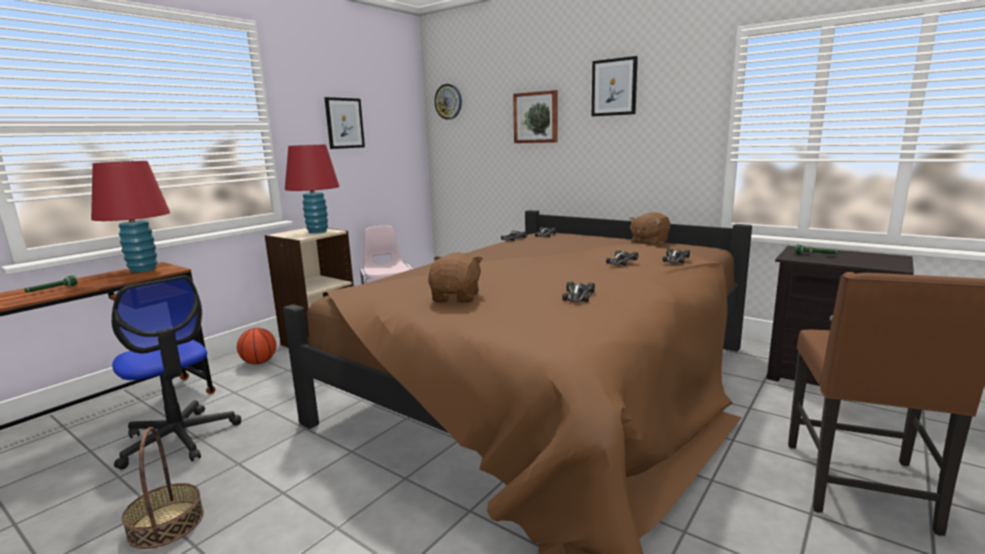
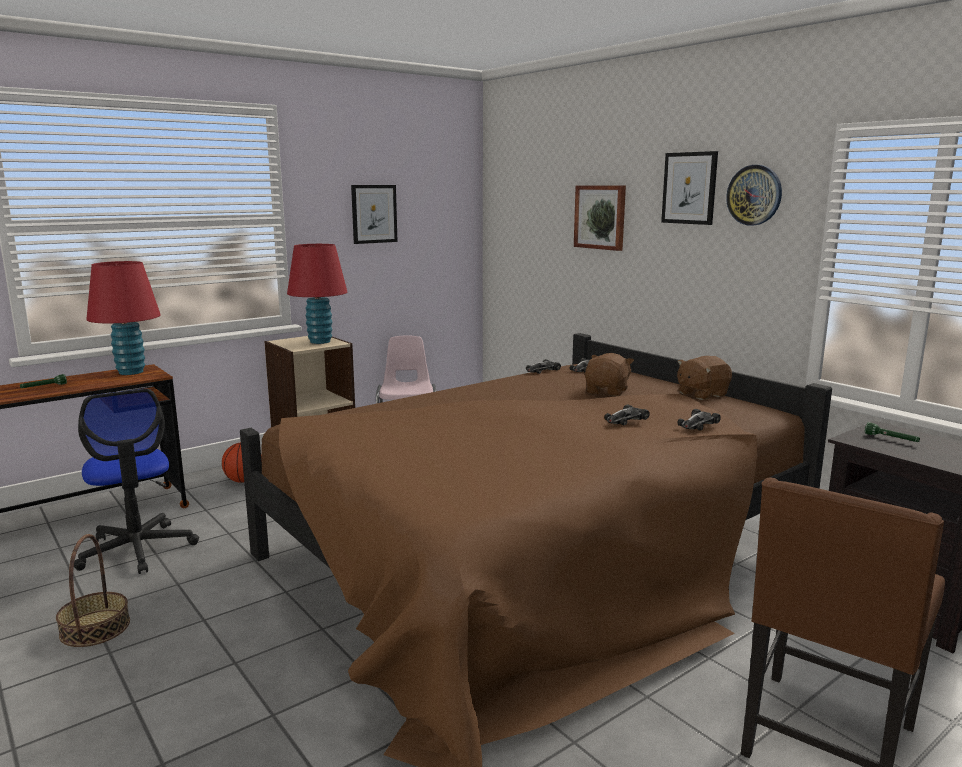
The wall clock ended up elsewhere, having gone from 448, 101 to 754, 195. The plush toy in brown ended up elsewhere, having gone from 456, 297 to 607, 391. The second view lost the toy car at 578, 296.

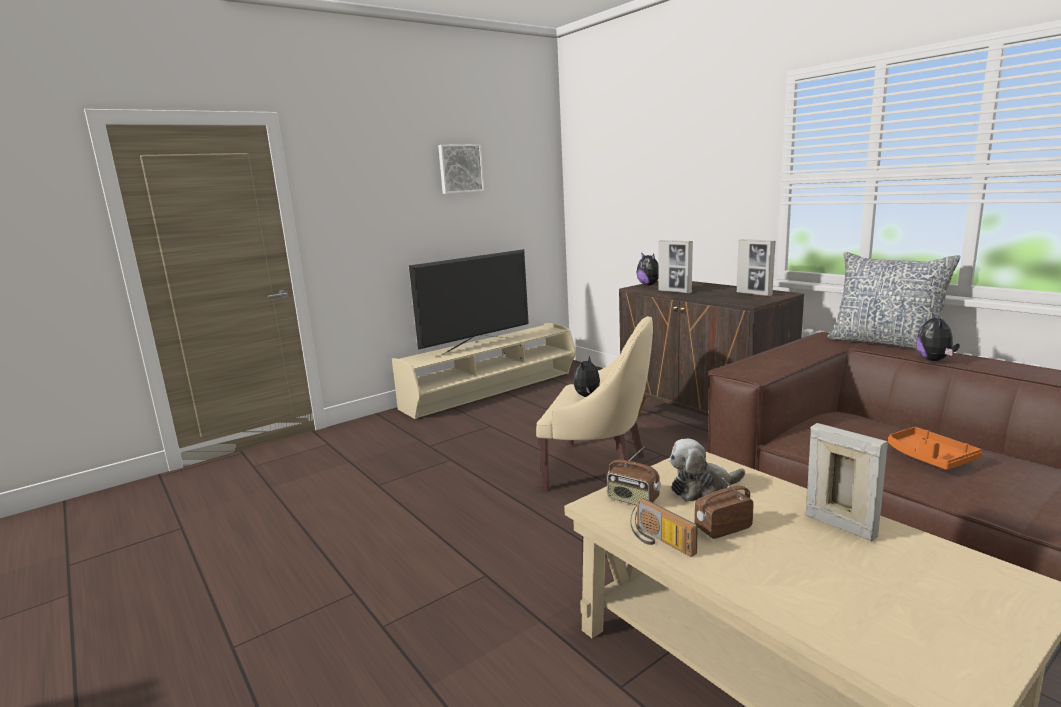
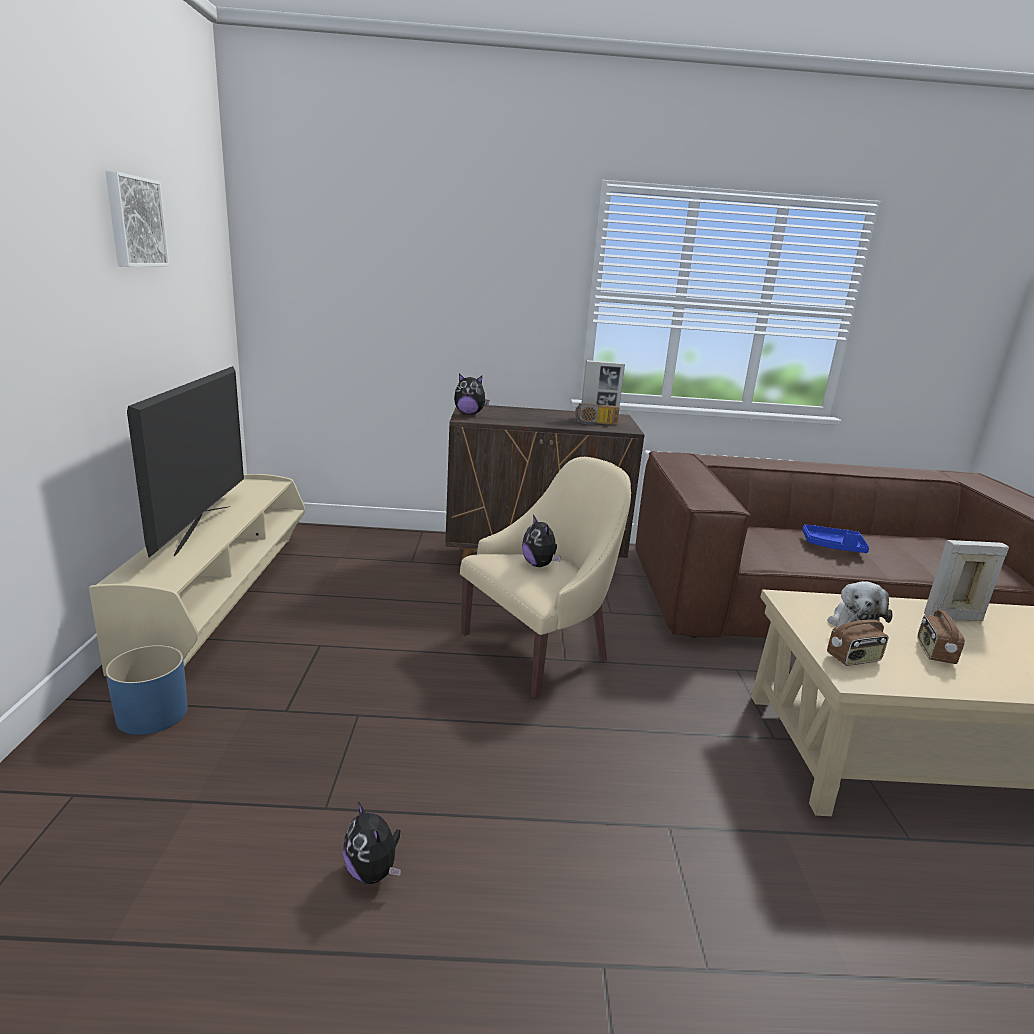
The second view lost the picture frame at 675, 291. The second view lost the pillow at 886, 342. The plush toy ended up elsewhere, having gone from 934, 360 to 373, 871. What was the tray in orange at 929, 457 turned into the tray in blue at 833, 546. The radio ended up elsewhere, having gone from 659, 542 to 596, 423. The second view gained the planter in blue at 152, 714.

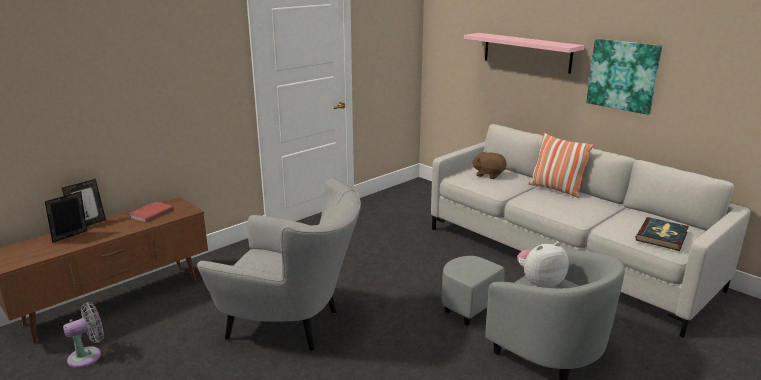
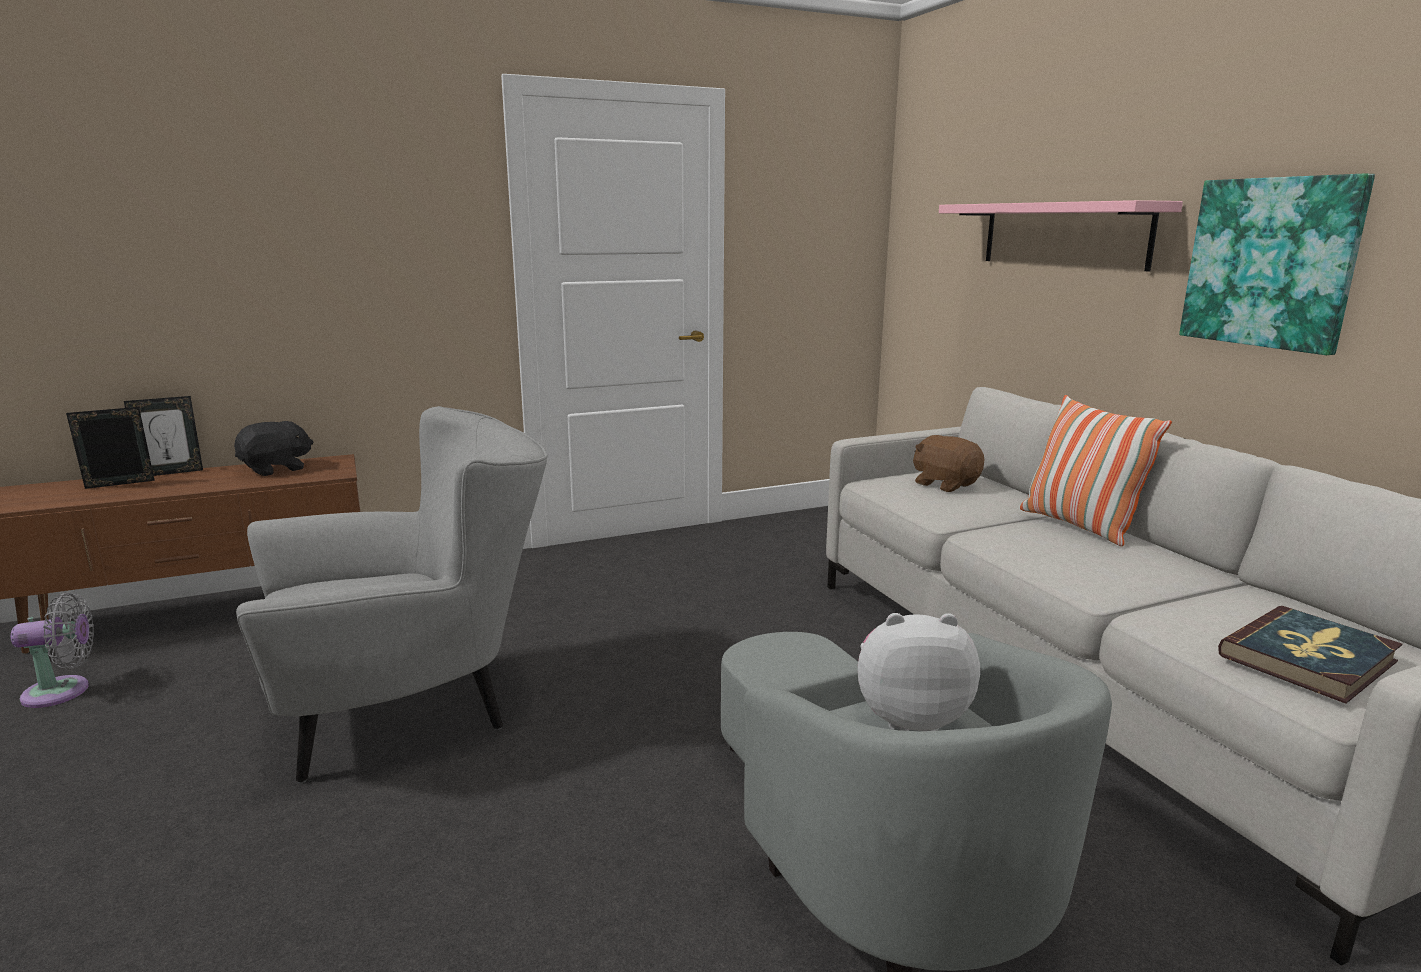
The armchair in grey at 292, 325 ended up facing another way, 60 degrees counterclockwise from before. Where the book in red stood at 150, 213, the plush toy in black came to stand at 276, 469.

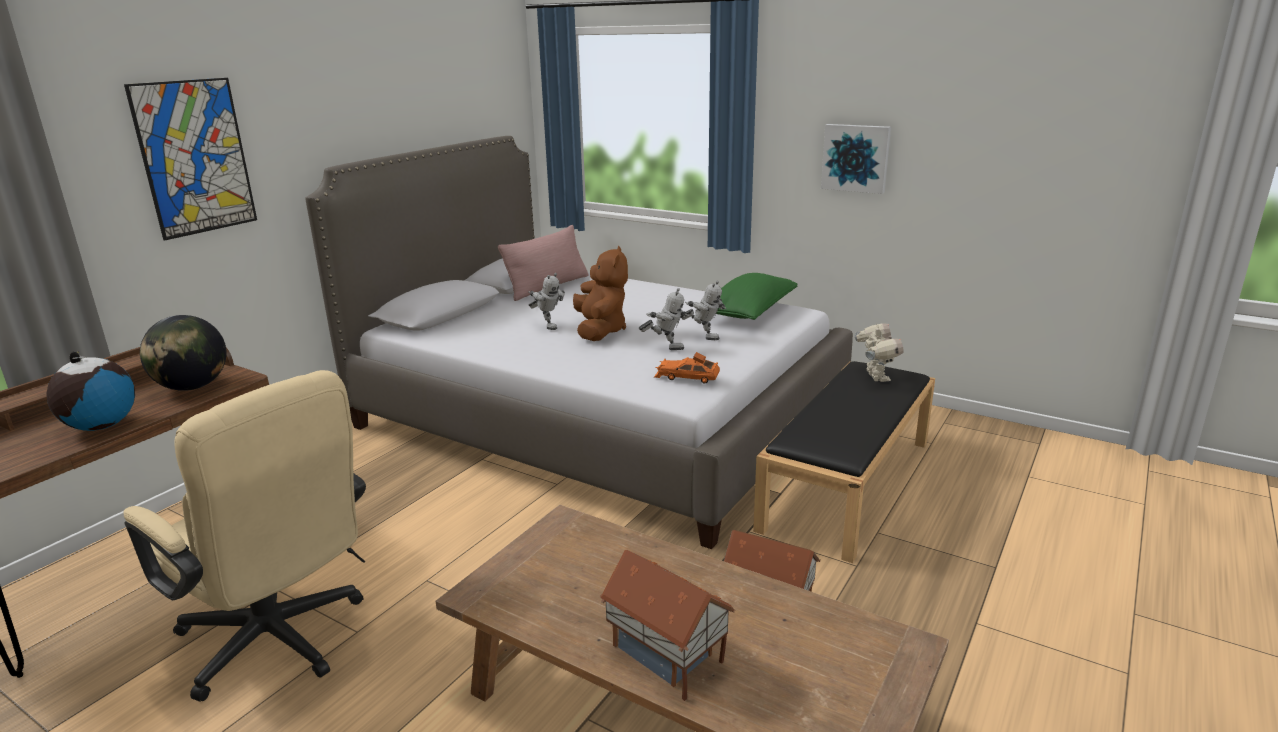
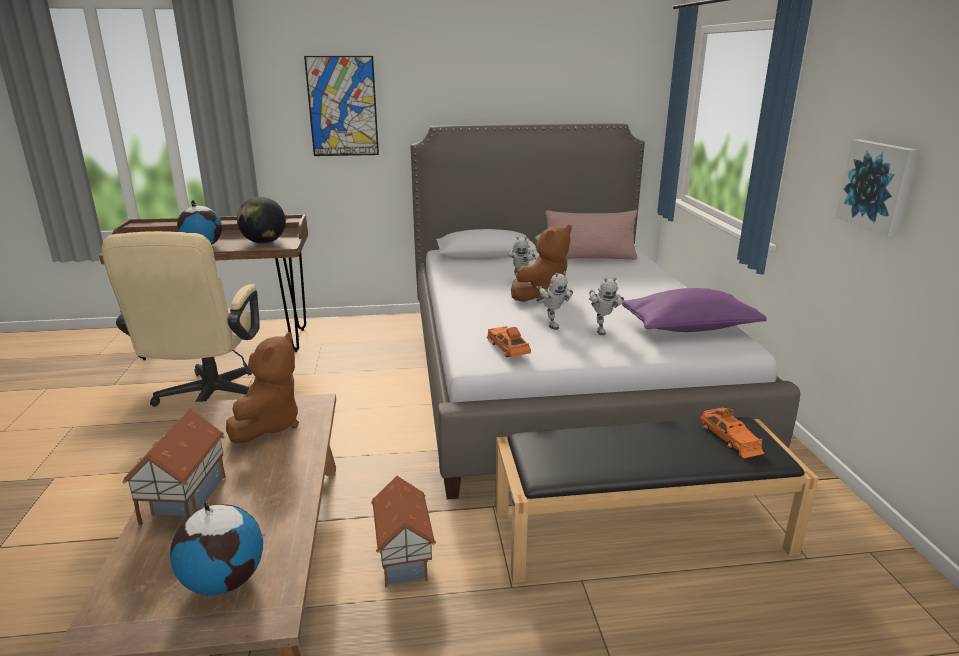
What was the pillow in green at 748, 312 turned into the pillow in purple at 689, 328. Where the toy robot stood at 875, 377, the toy car in orange came to stand at 730, 438. The second view gained the plush toy in brown at 269, 425. The second view gained the globe at 224, 581.

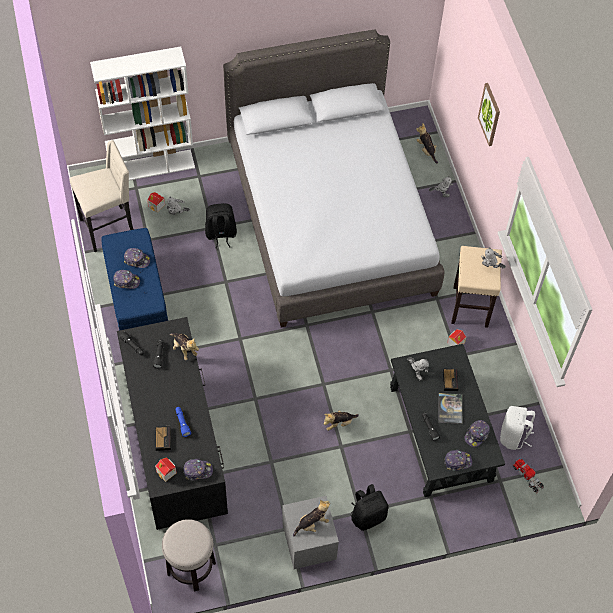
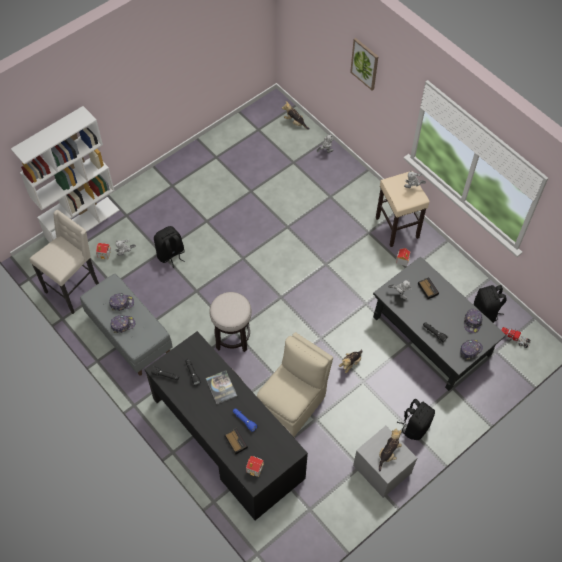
The second view lost the bed in grey at 330, 218. What was the bench in blue at 136, 296 turned into the bench in grey at 129, 335. The second view lost the plush toy at 184, 349. The book ended up elsewhere, having gone from 450, 408 to 221, 387. What was the backpack in white at 513, 436 turned into the backpack in black at 486, 312. The second view lost the cap at 197, 471. The stool ended up elsewhere, having gone from 191, 567 to 232, 337. The second view gained the chair in beige at 292, 404.

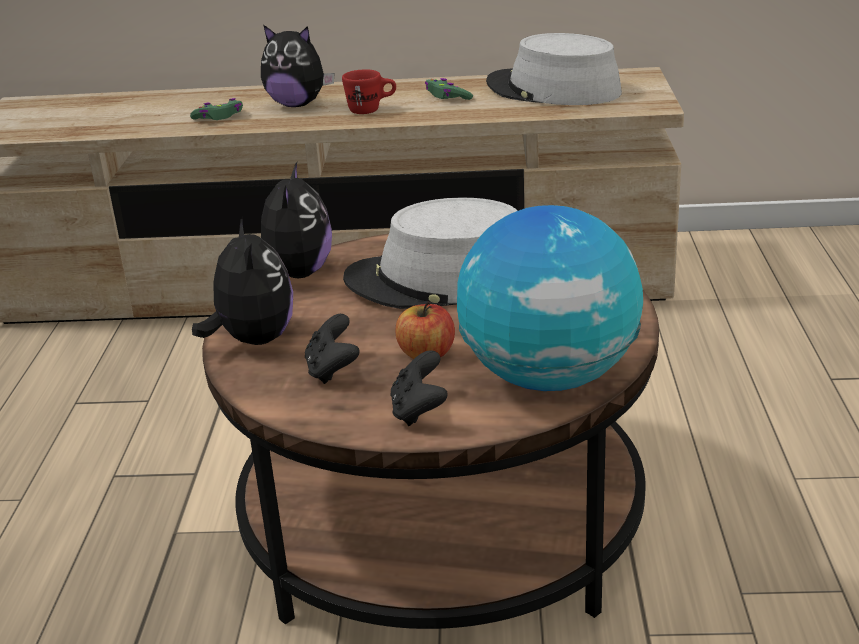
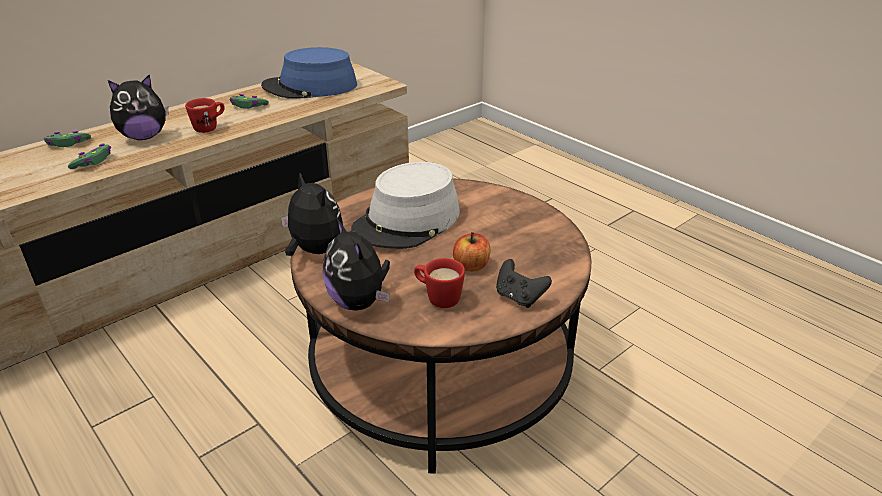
What was the hat in grey at 552, 90 turned into the hat in blue at 310, 87. The second view lost the globe at 549, 377. The plush toy at 253, 340 ended up facing another way, 150 degrees counterclockwise from before. Where the game controller in black stood at 332, 370, the mug in red came to stand at 438, 298. The second view gained the game controller in green at 68, 144.

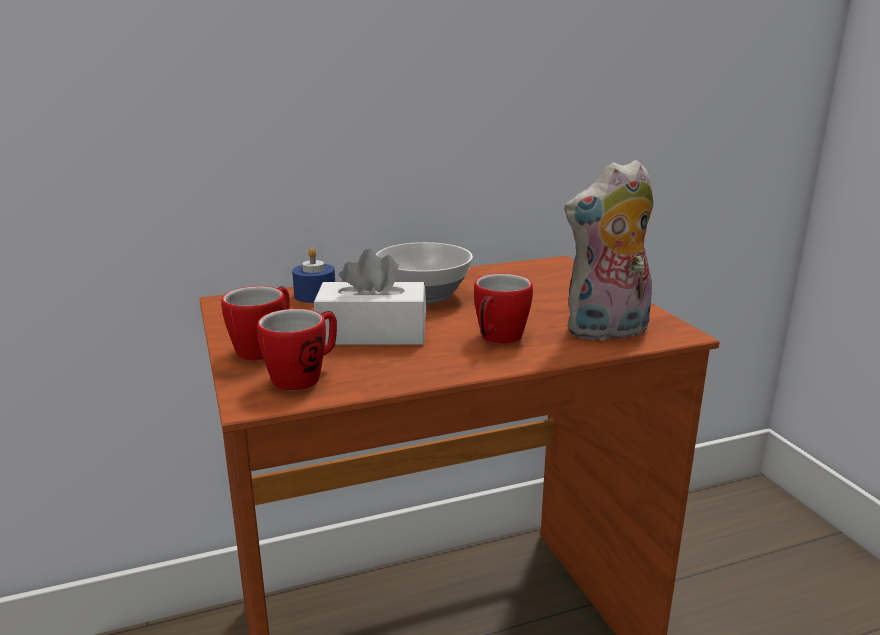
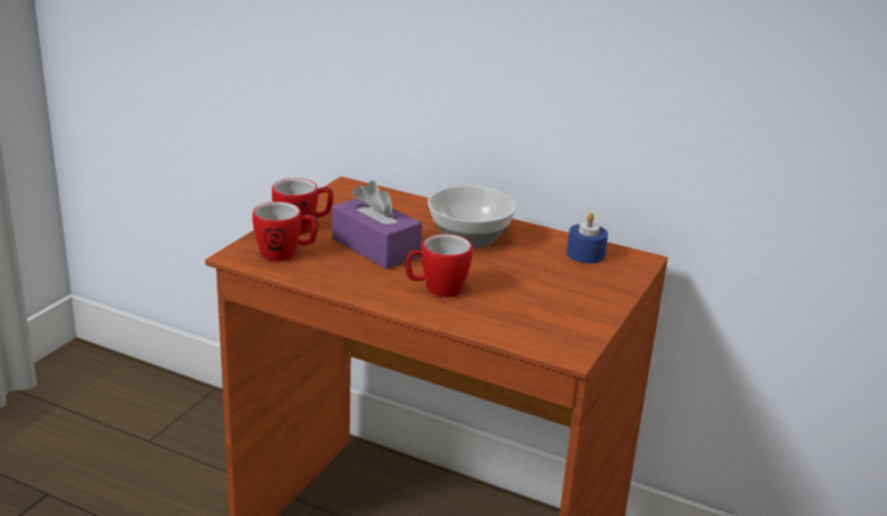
The second view lost the plush toy at 607, 332. The candle in blue ended up elsewhere, having gone from 315, 295 to 585, 254. What was the tissue box in white at 372, 334 turned into the tissue box in purple at 375, 248.

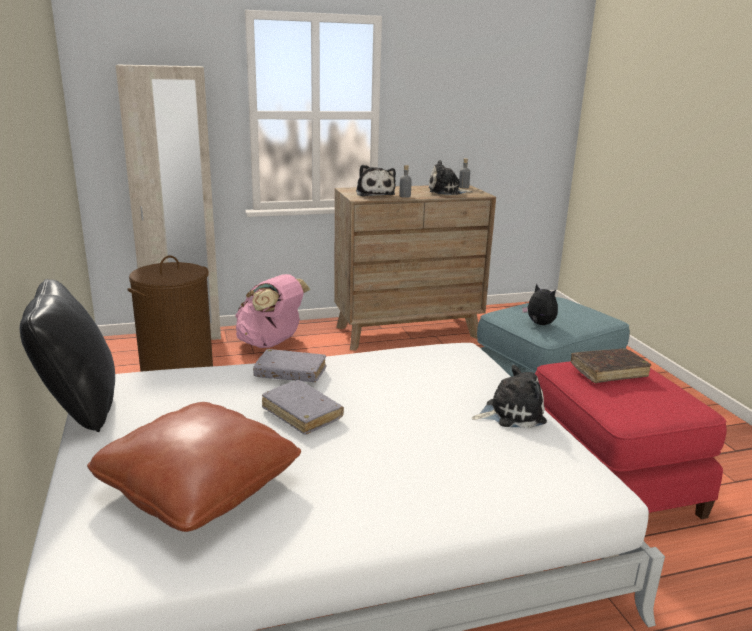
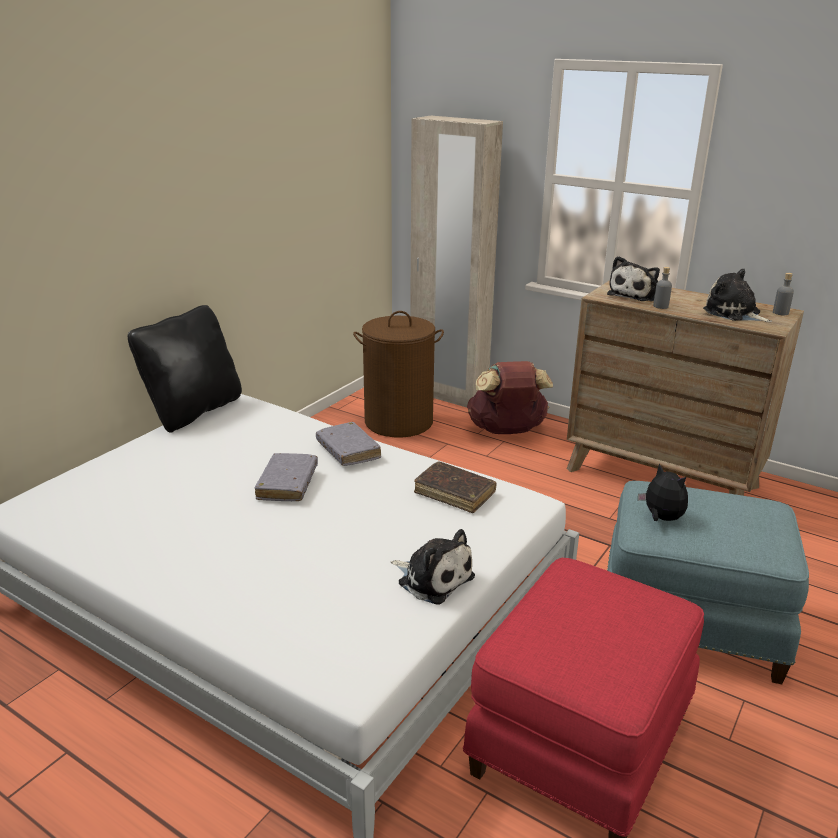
What was the backpack in pink at 271, 343 turned into the backpack in brown at 506, 431. The plush toy at 539, 324 ended up facing another way, 45 degrees counterclockwise from before. The book in brown ended up elsewhere, having gone from 608, 371 to 454, 493. The second view lost the pillow in brown at 199, 486.

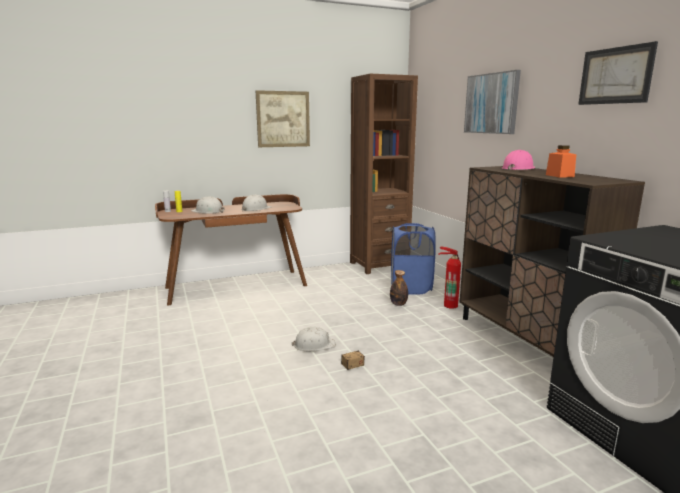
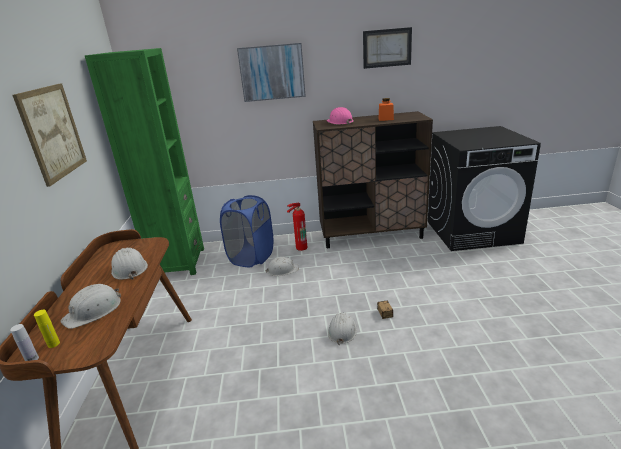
What was the bookcase in brown at 379, 265 turned into the bookcase in green at 178, 263. Where the bottle stood at 398, 304, the hard hat in white came to stand at 282, 270.

